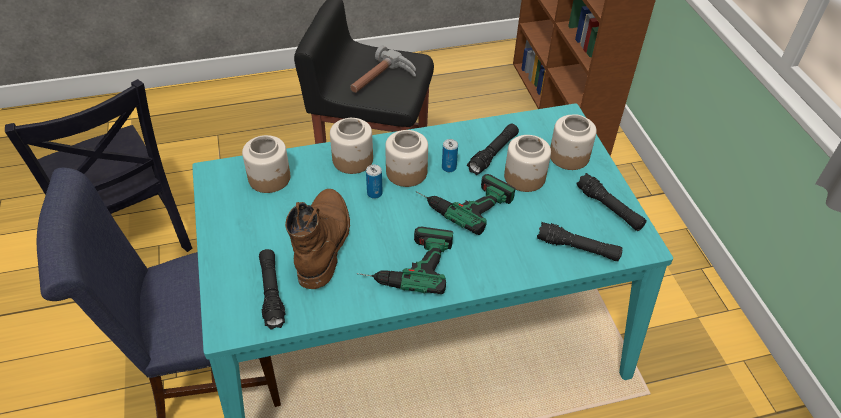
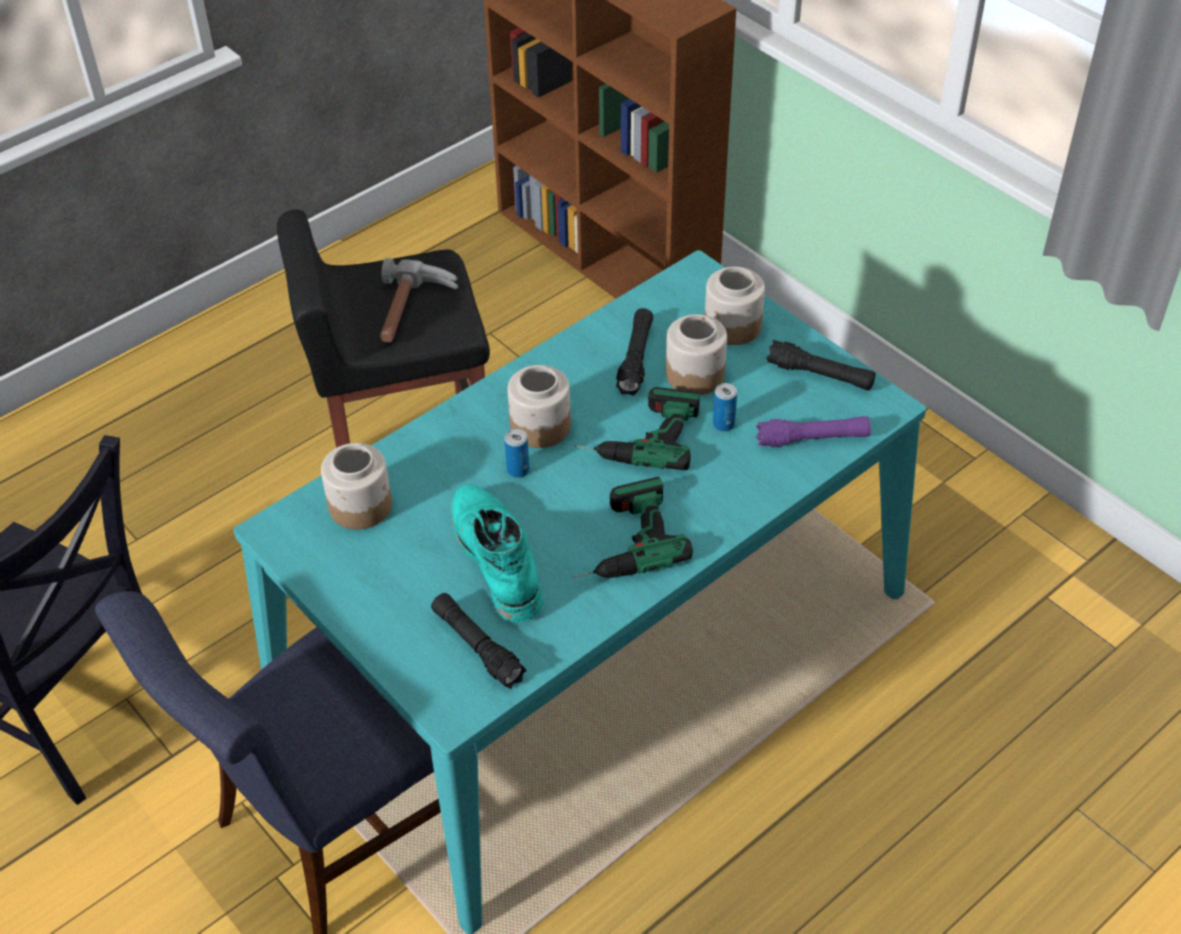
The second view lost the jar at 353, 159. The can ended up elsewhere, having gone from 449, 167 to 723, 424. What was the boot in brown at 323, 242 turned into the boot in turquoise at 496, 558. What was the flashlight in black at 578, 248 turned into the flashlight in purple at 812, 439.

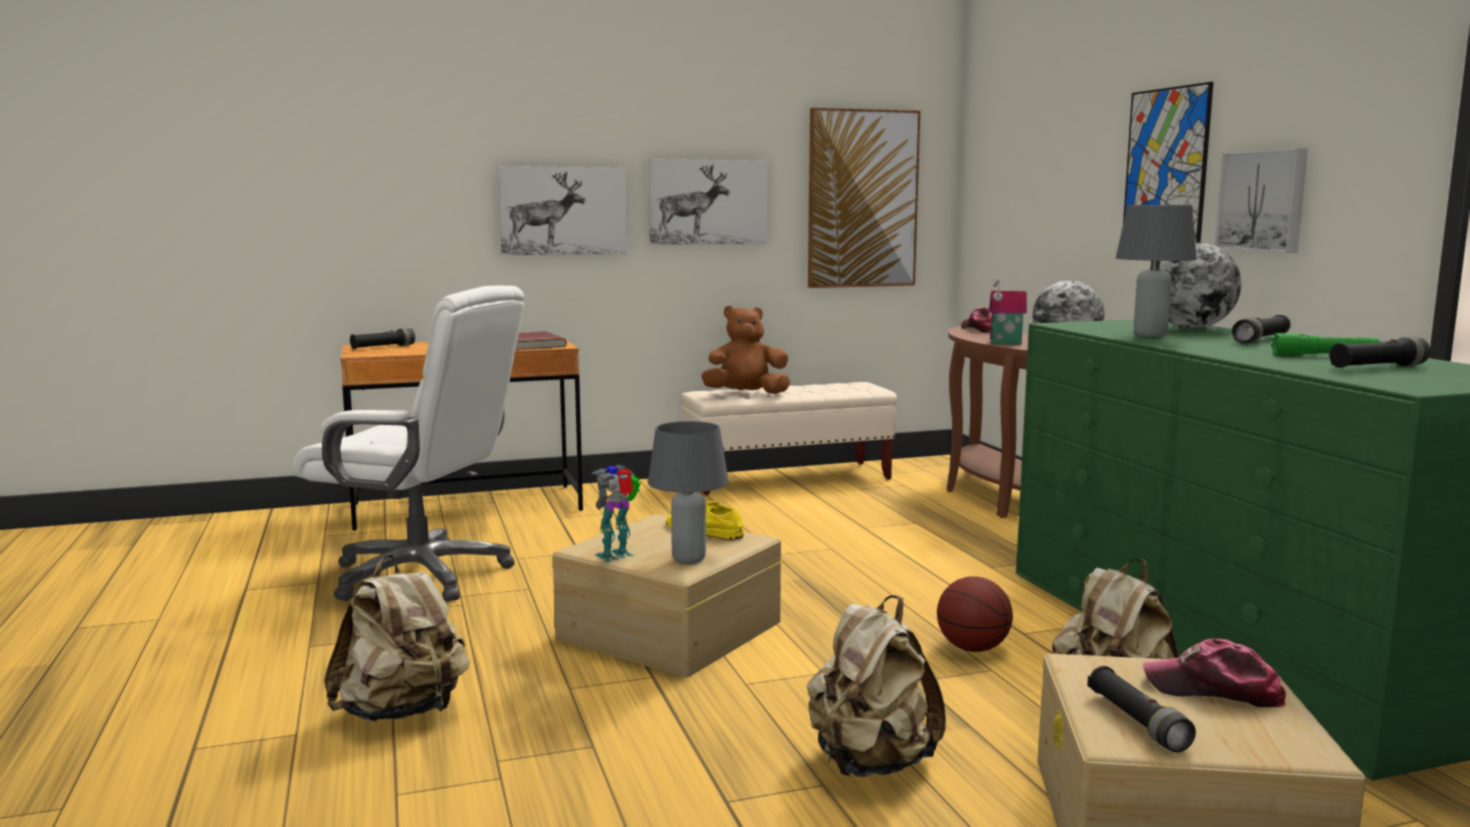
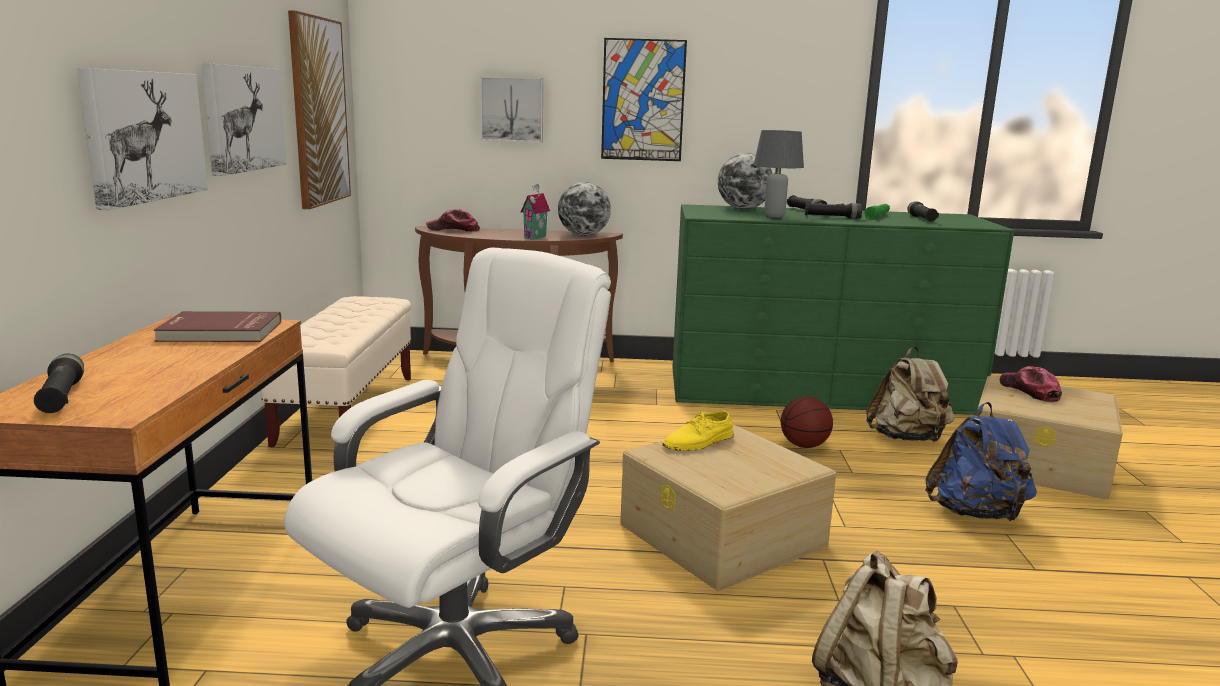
The picture ended up elsewhere, having gone from 1263, 201 to 512, 109. The second view lost the plush toy in brown at 746, 394. The second view lost the table lamp in grey at 689, 559. The second view lost the toy robot at 617, 556. What was the backpack in beige at 870, 763 turned into the backpack in blue at 976, 514. The cap at 1214, 690 ended up facing another way, 120 degrees clockwise from before. The flashlight in black ended up elsewhere, having gone from 1137, 722 to 832, 217.

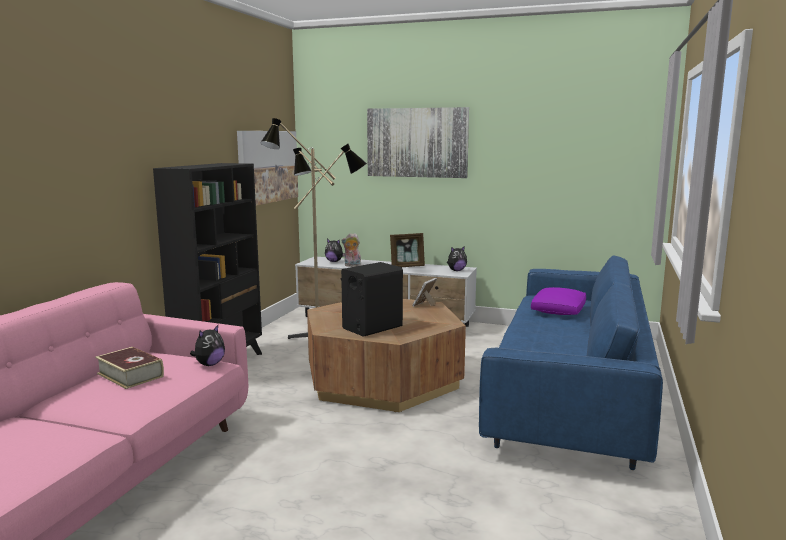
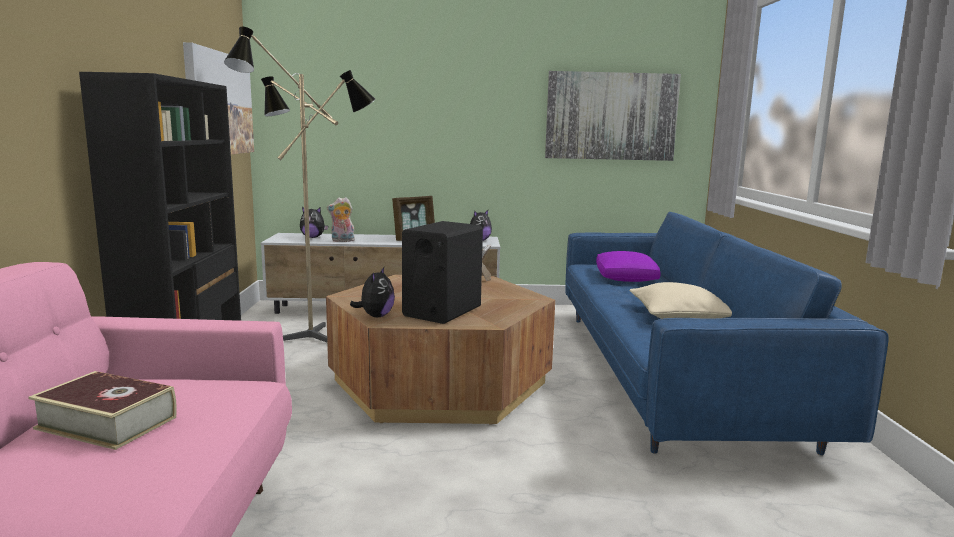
The picture ended up elsewhere, having gone from 417, 142 to 611, 116. The plush toy ended up elsewhere, having gone from 209, 364 to 375, 316. The second view gained the pillow in beige at 680, 317.

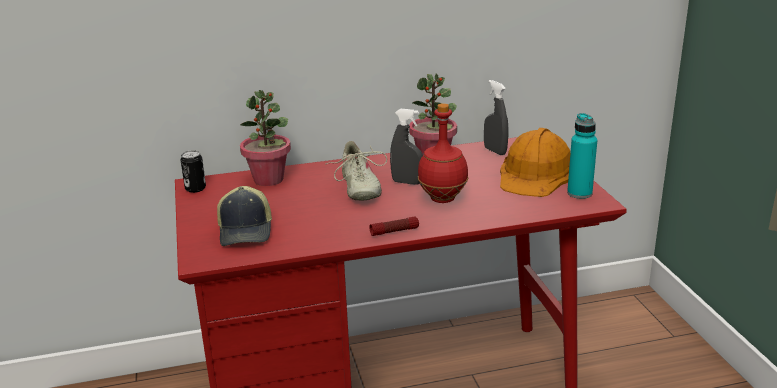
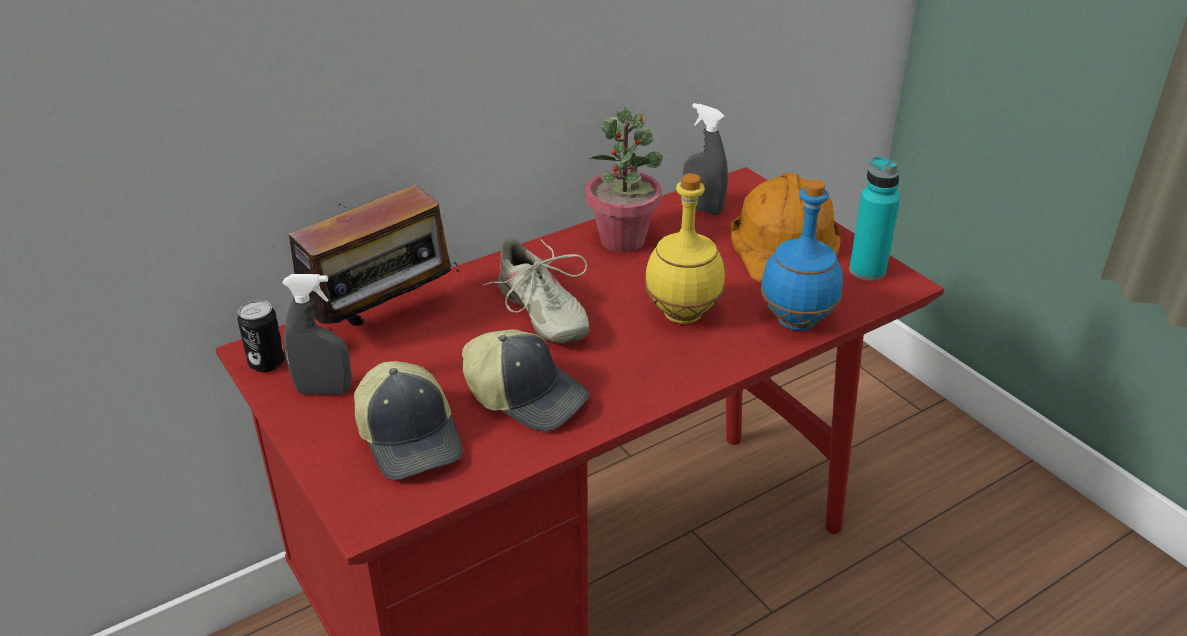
Where the potted plant stood at 269, 179, the radio came to stand at 384, 321. What was the bottle in red at 443, 199 turned into the bottle in yellow at 684, 314. The spray bottle in grey ended up elsewhere, having gone from 407, 182 to 324, 391. The second view lost the flashlight at 394, 231. The second view gained the bottle in blue at 798, 321. The second view gained the cap at 526, 396.

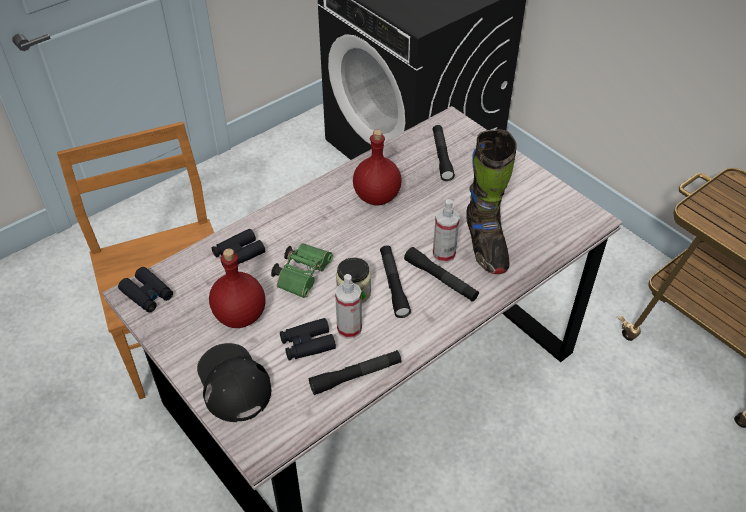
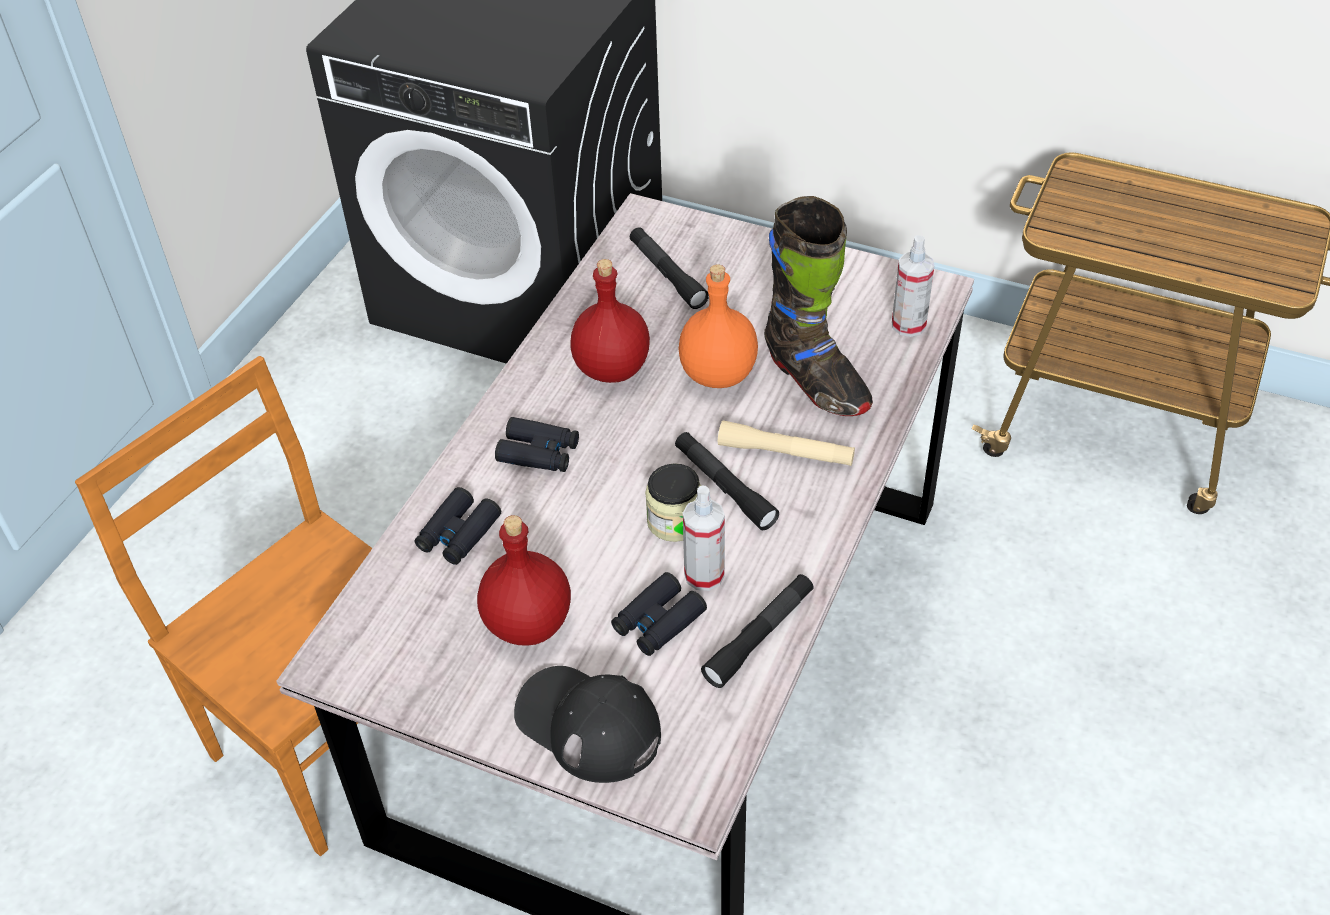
The spray bottle ended up elsewhere, having gone from 444, 254 to 908, 325. The second view lost the binoculars in green at 303, 275. What was the flashlight in black at 440, 279 turned into the flashlight in beige at 785, 453. The binoculars in black ended up elsewhere, having gone from 147, 294 to 538, 452. The second view gained the bottle in orange at 716, 373.

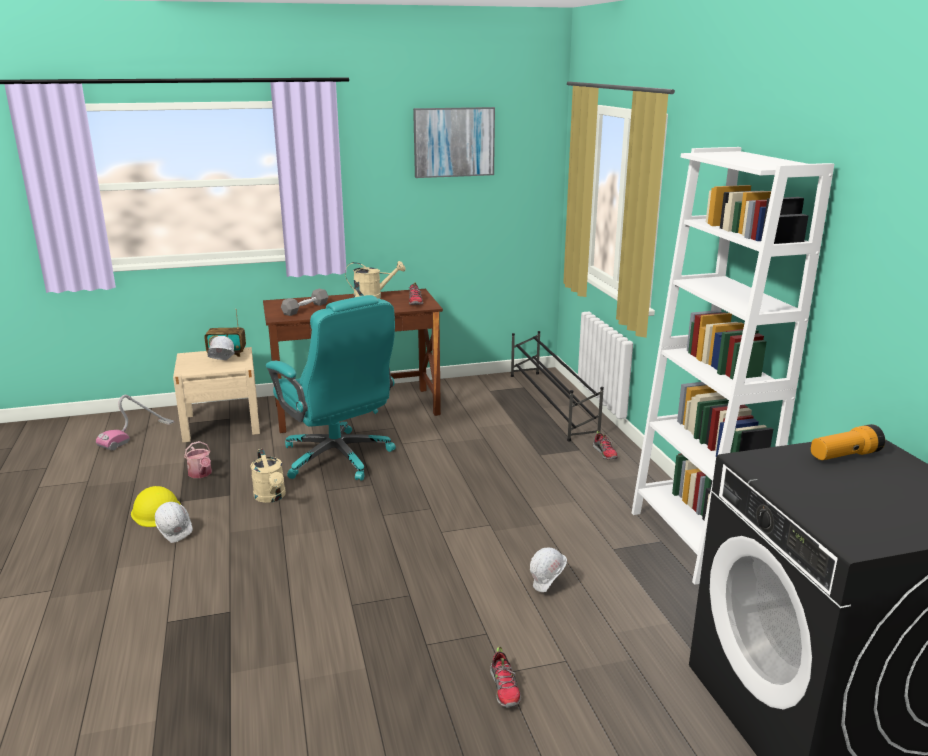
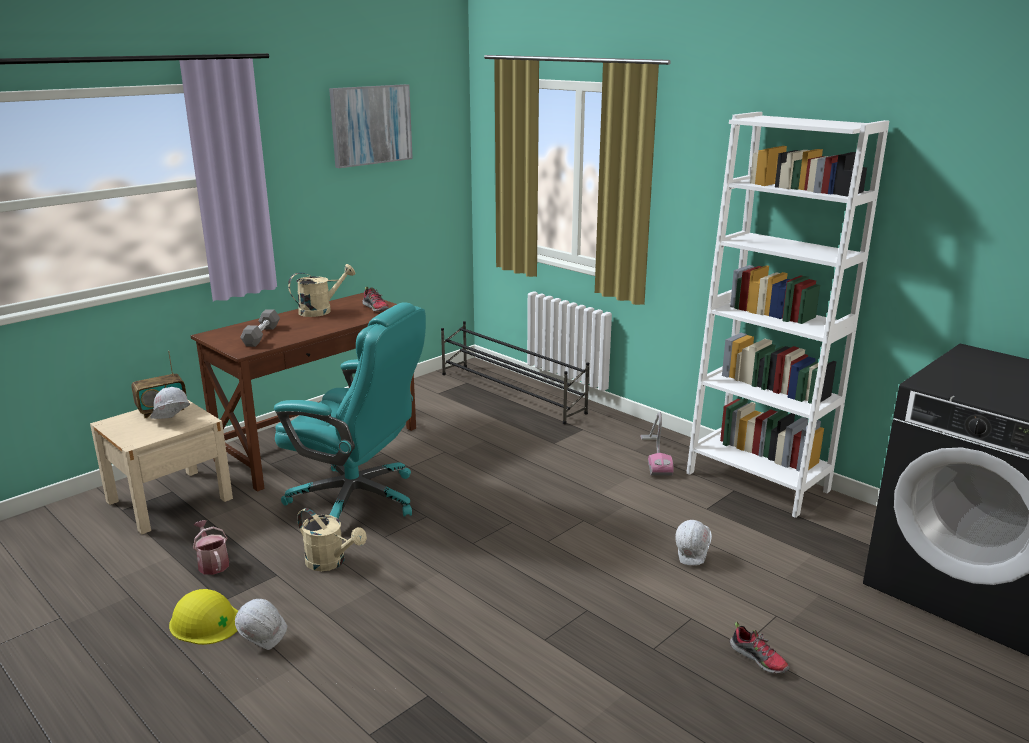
The vacuum cleaner ended up elsewhere, having gone from 137, 435 to 655, 456. The second view lost the flashlight at 844, 456. The second view lost the shoe at 605, 453. The watering can at 201, 474 ended up facing another way, 150 degrees counterclockwise from before.

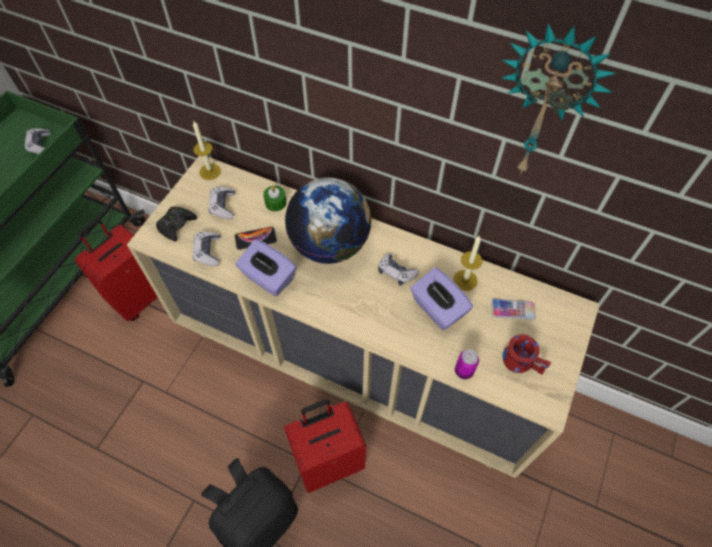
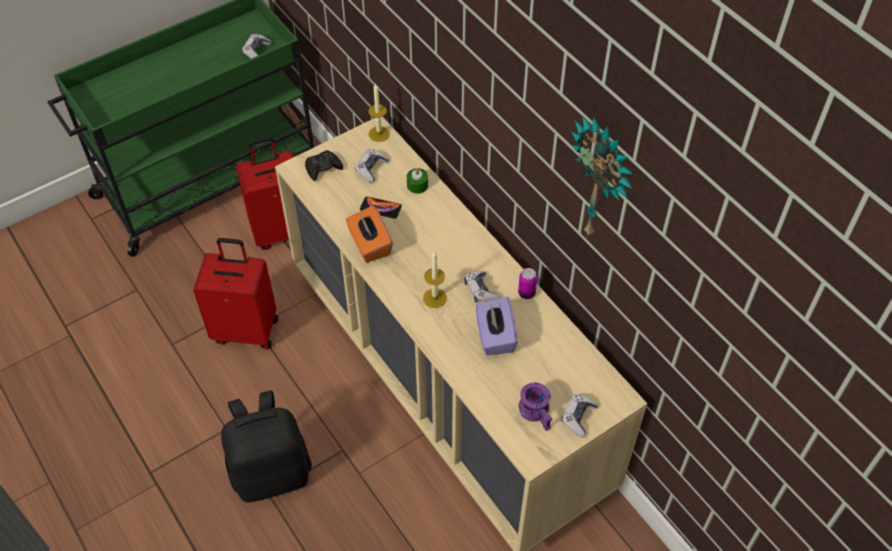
The second view lost the globe at 330, 245. The game controller ended up elsewhere, having gone from 208, 252 to 578, 417. The candle ended up elsewhere, having gone from 465, 280 to 434, 298. What was the tissue box in purple at 268, 278 turned into the tissue box in orange at 370, 245. The second view lost the phone at 512, 310. What was the mug in red at 522, 360 turned into the mug in purple at 538, 412. The can ended up elsewhere, having gone from 463, 371 to 526, 293. The suitcase in red ended up elsewhere, having gone from 329, 461 to 246, 329.

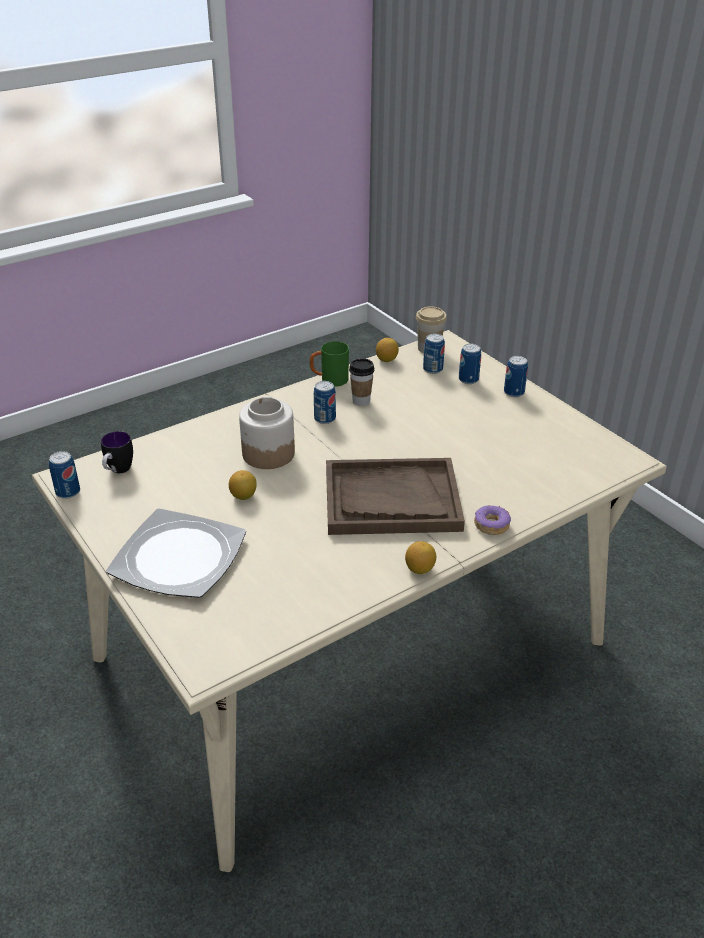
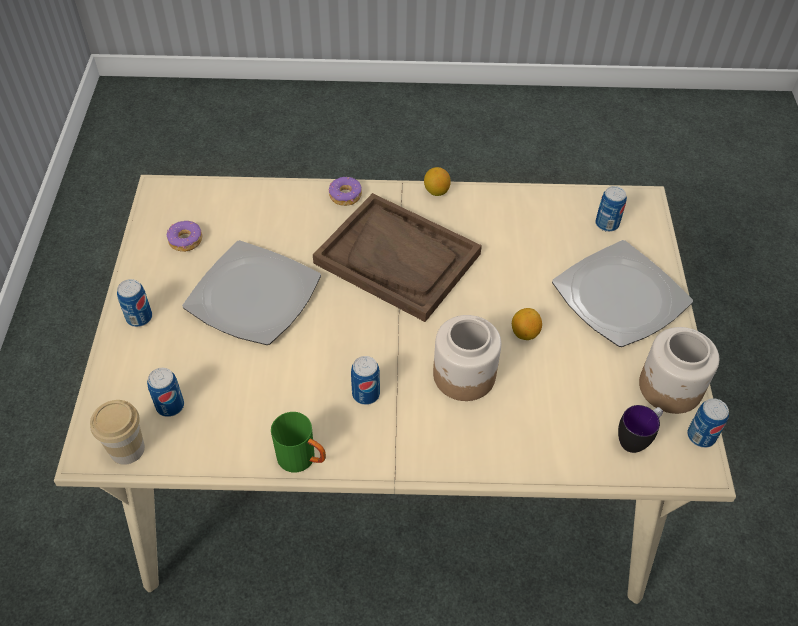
The second view lost the lemon at 386, 360. The can ended up elsewhere, having gone from 468, 379 to 607, 224. The second view lost the cup at 361, 401. The second view gained the donut at 185, 241. The second view gained the plate at 254, 297. The second view gained the jar at 670, 388.

